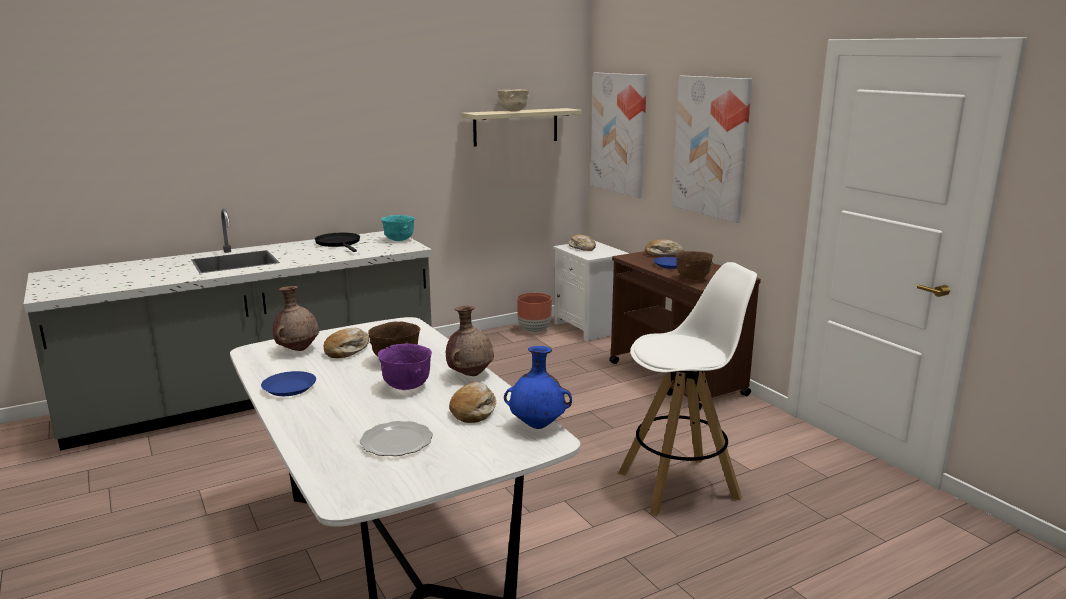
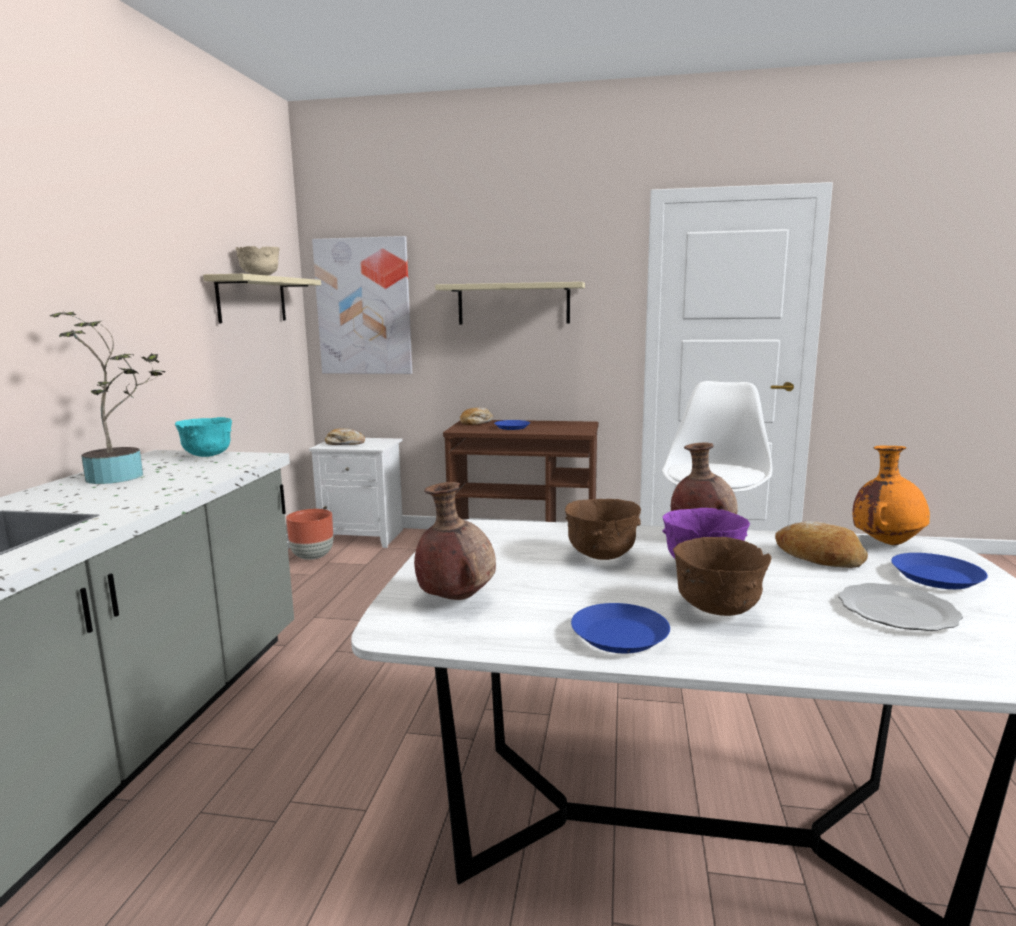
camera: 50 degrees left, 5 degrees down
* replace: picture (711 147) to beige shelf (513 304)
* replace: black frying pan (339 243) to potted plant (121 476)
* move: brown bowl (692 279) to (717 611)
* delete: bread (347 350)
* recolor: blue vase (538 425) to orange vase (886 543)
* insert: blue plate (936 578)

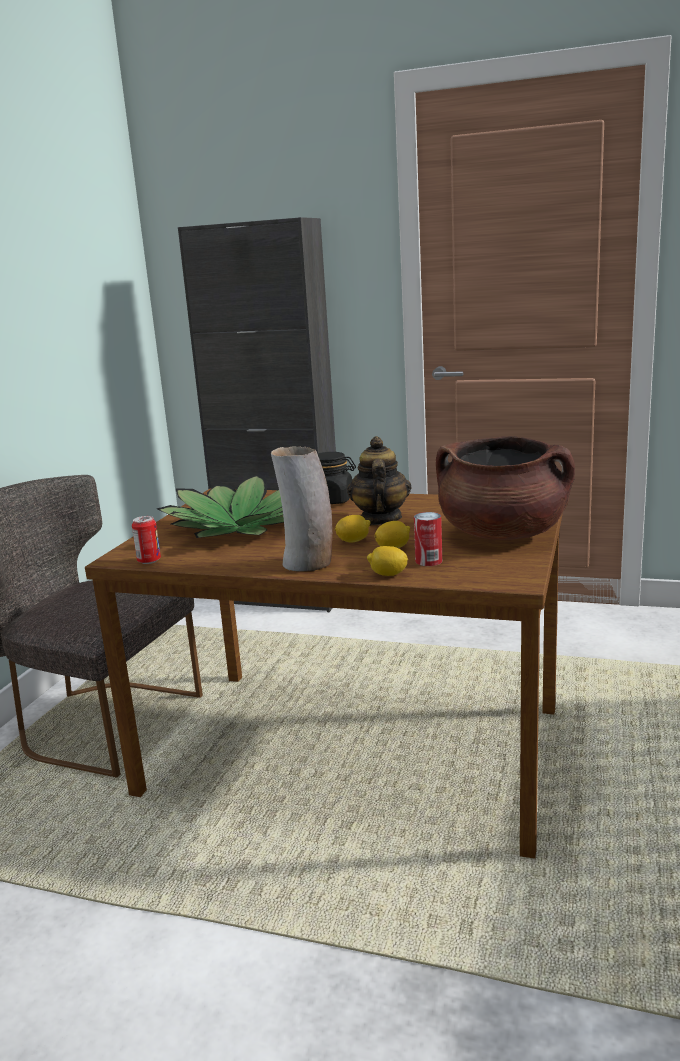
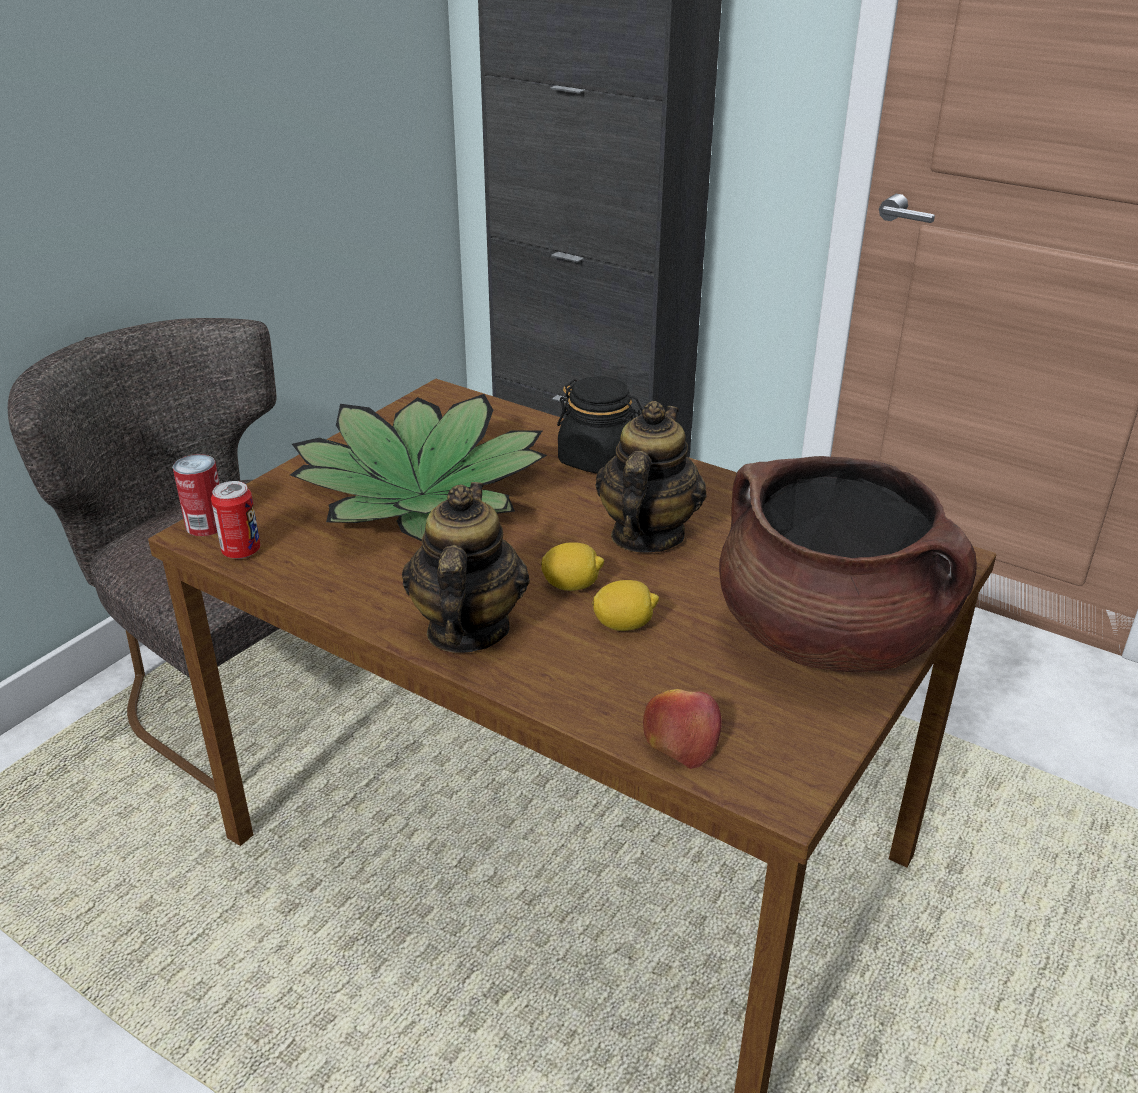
camera: 15 degrees right, 15 degrees up
* replace: vase (308 564) to teapot (466 630)
* move: can (428 561) to (206 525)
* delete: lemon (388 574)
* insert: apple (680 739)

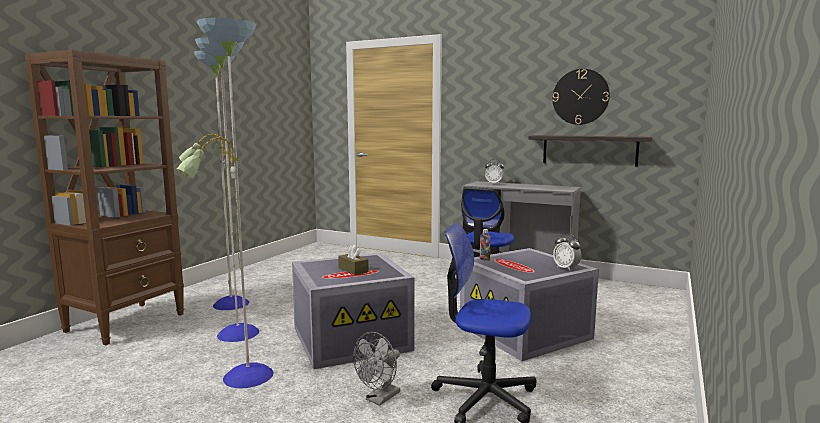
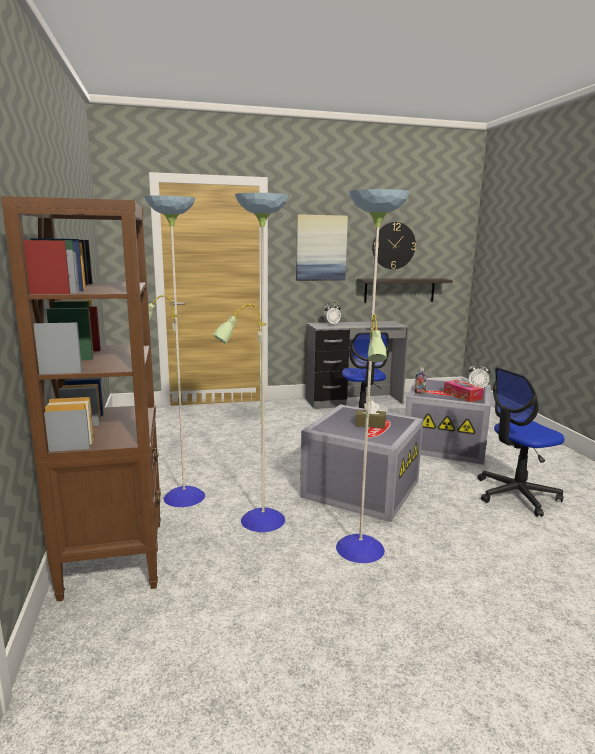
camera: 40 degrees left, 5 degrees up
* delete: grey fan (379 399)
* insert: picture (321 248)
* insert: tissue box (462 396)

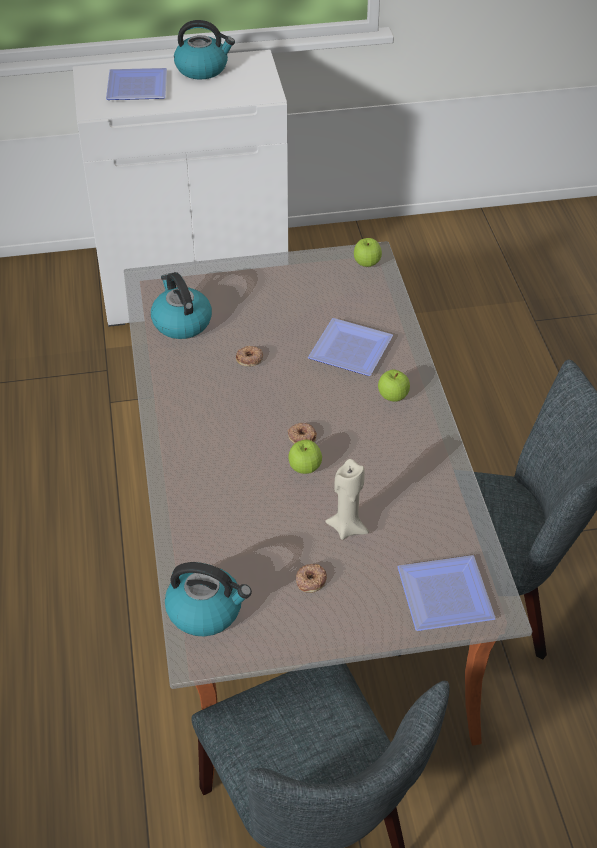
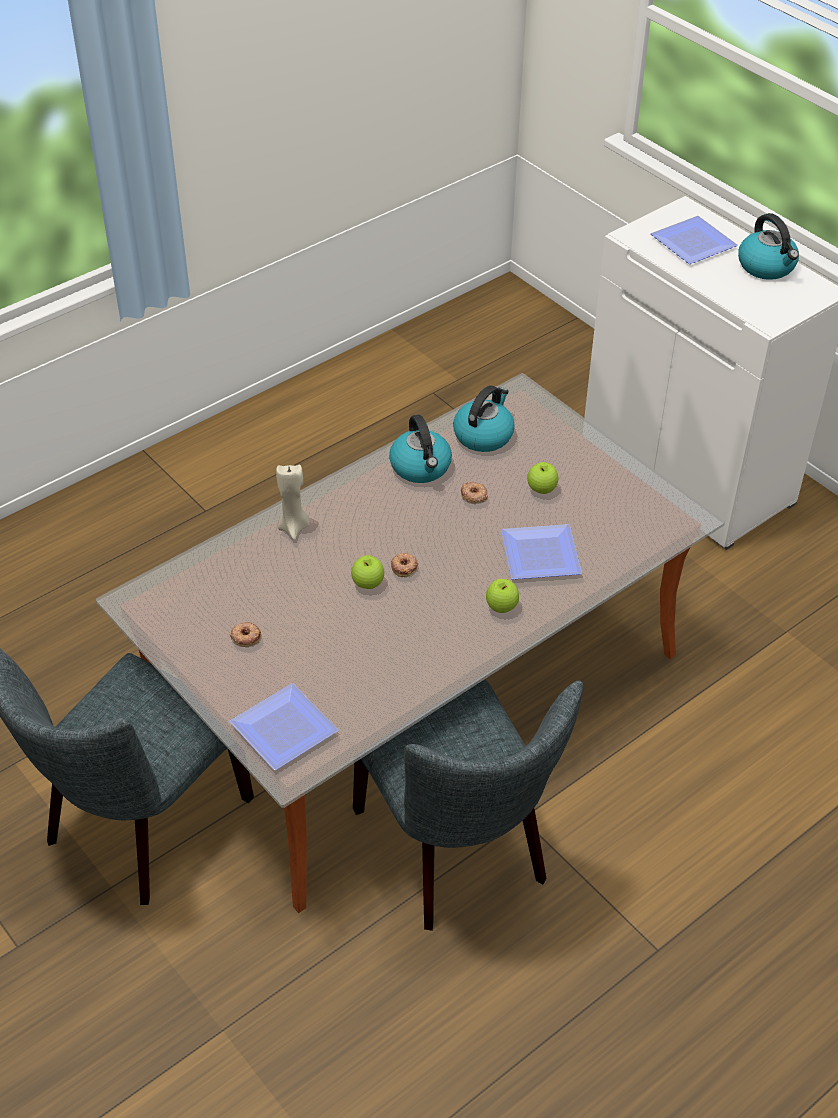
camera: 60 degrees right, 0 degrees up
* move: apple (367 263) to (541 489)
* move: beige candle (347 527) to (294 528)
* move: kettle (206 610) to (421 467)

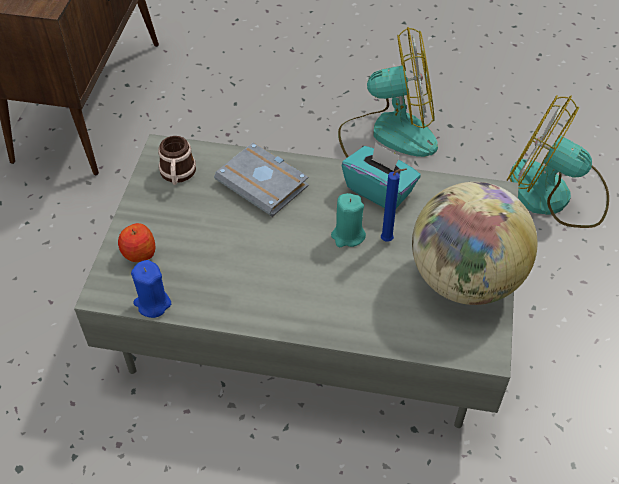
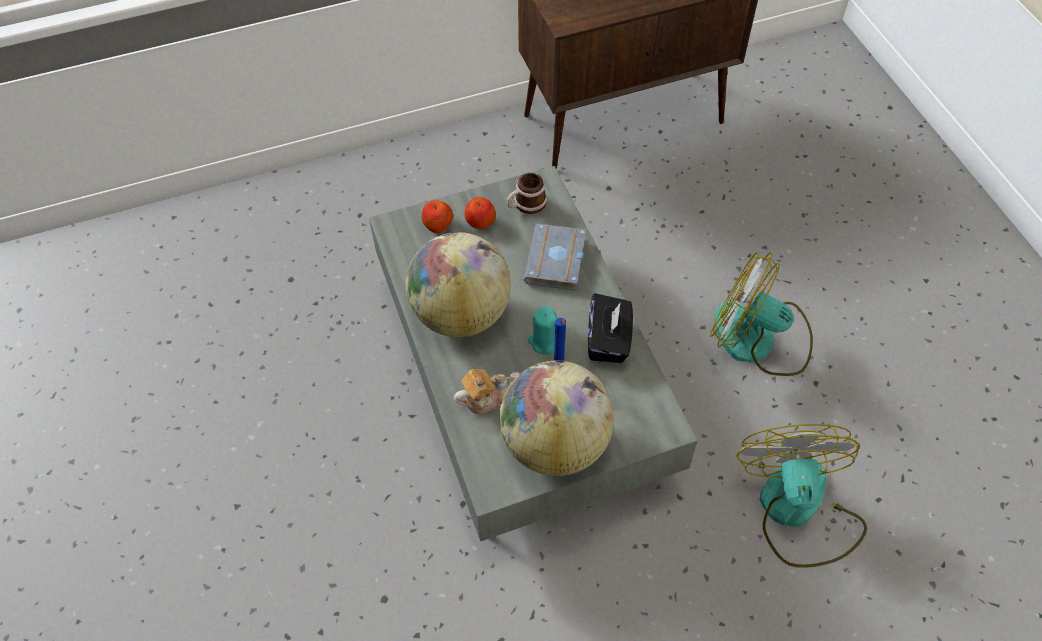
camera: 60 degrees right, 5 degrees up
* rotate: fan (388 136) = (758 340) 150 degrees clockwise
* recolor: turquoise tissue box (379 190) to black tissue box (608 341)
* delete: blue candle (152 303)
* insert: apple (480 222)
* insert: globe (461 313)
* insert: teapot (487 398)

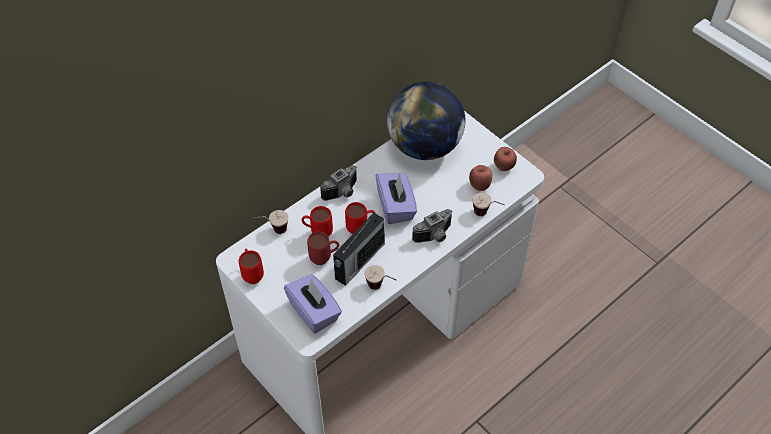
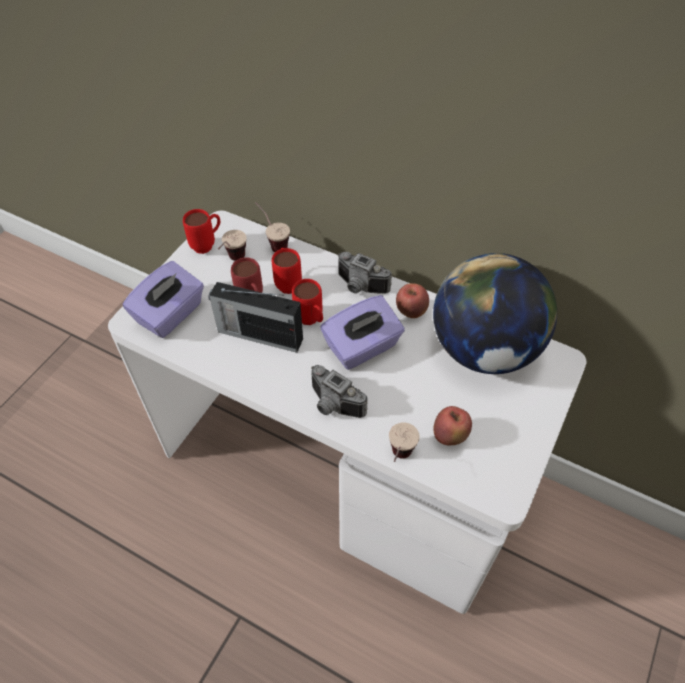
camera: 70 degrees right, 0 degrees up
* move: apple (503 167) to (411 312)
* move: cup (381 288) to (233 262)

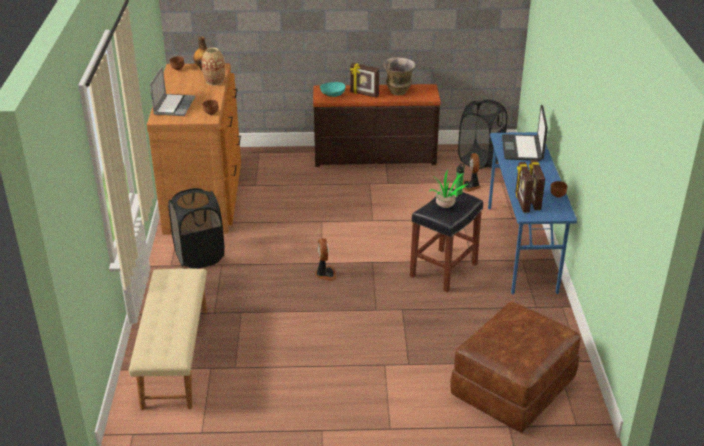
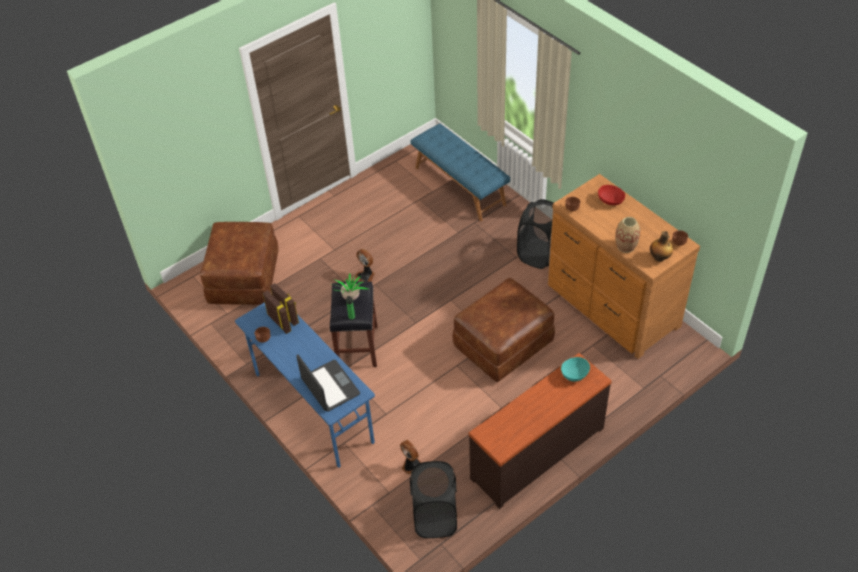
camera: 145 degrees right, 15 degrees up
* delete: vase (398 92)
* delete: picture frame (364 94)
* replace: laptop (174 106) to red bowl (610 201)
* move: fan (325 274) to (366 276)
* recolor: beige bench (174 357) to blue bench (460 185)
* insert: brown ottoman (503 345)

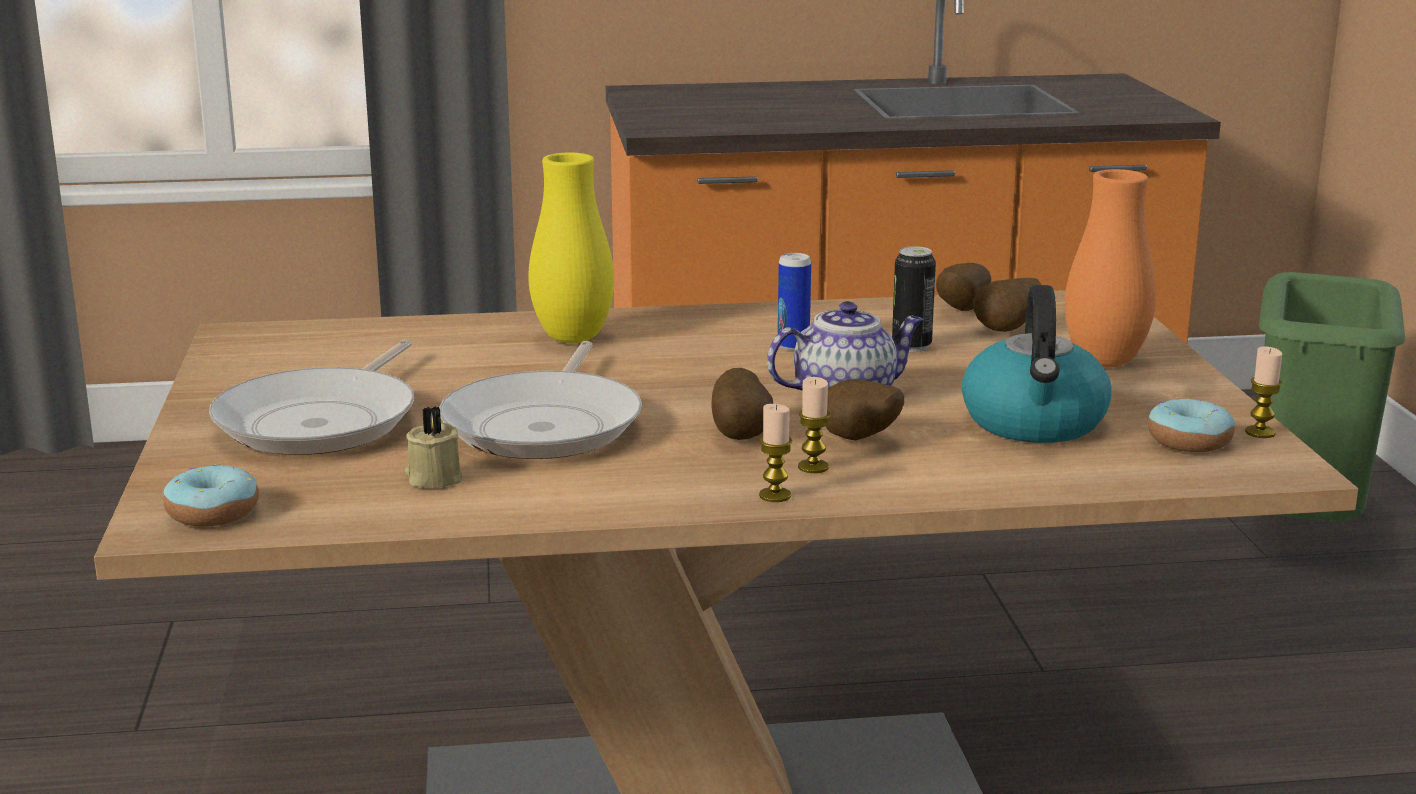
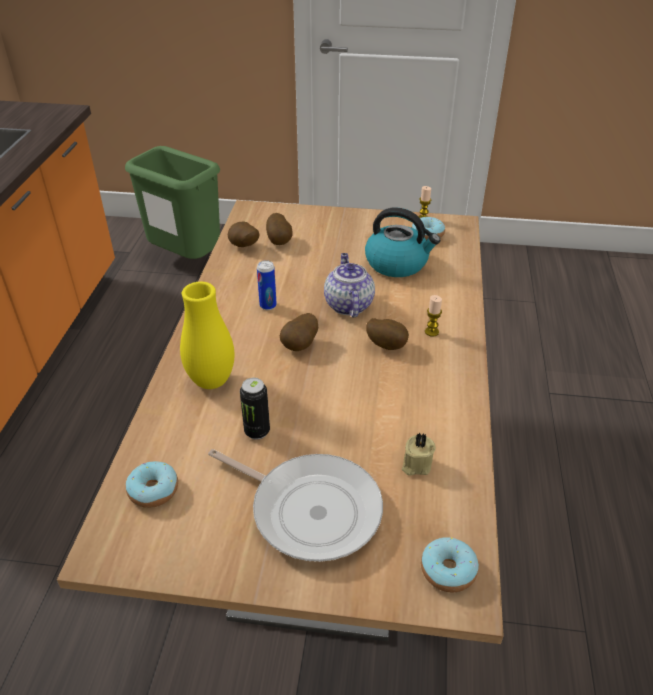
camera: 75 degrees left, 20 degrees up
* delete: orange vase (1104 362)
* move: can (911 346) to (257 431)
* delete: frying pan (546 425)
* move: potato (858 440) to (300 346)
* delete: candle (775 495)
* insert: donut (153 490)

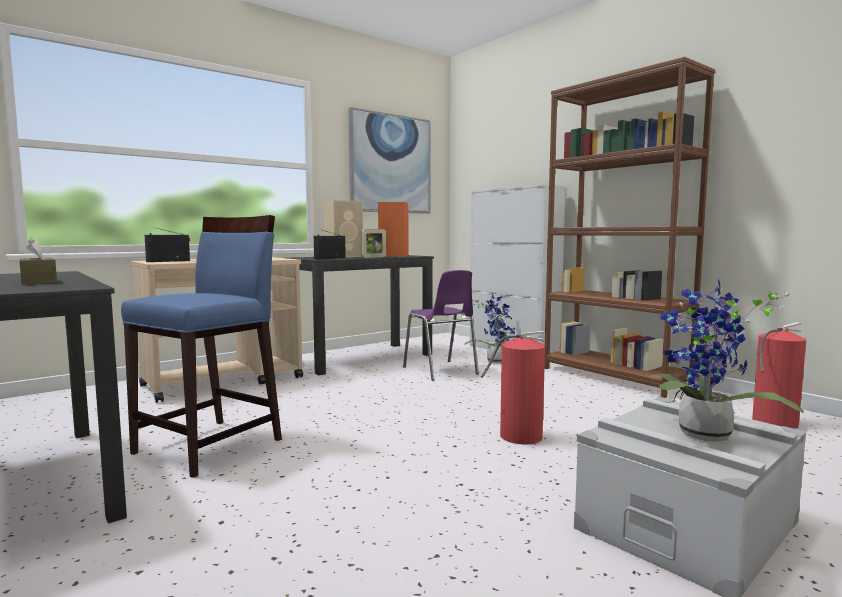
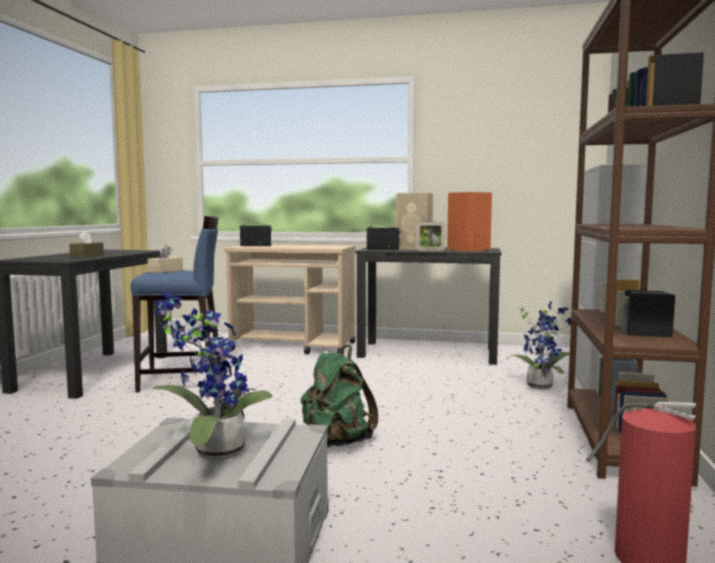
camera: 50 degrees right, 0 degrees up
* delete: picture (390 164)
* delete: purple chair (441 371)
* replace: fire extinguisher (518 436) to green backpack (336 443)
* insert: beige tissue box (165 271)

